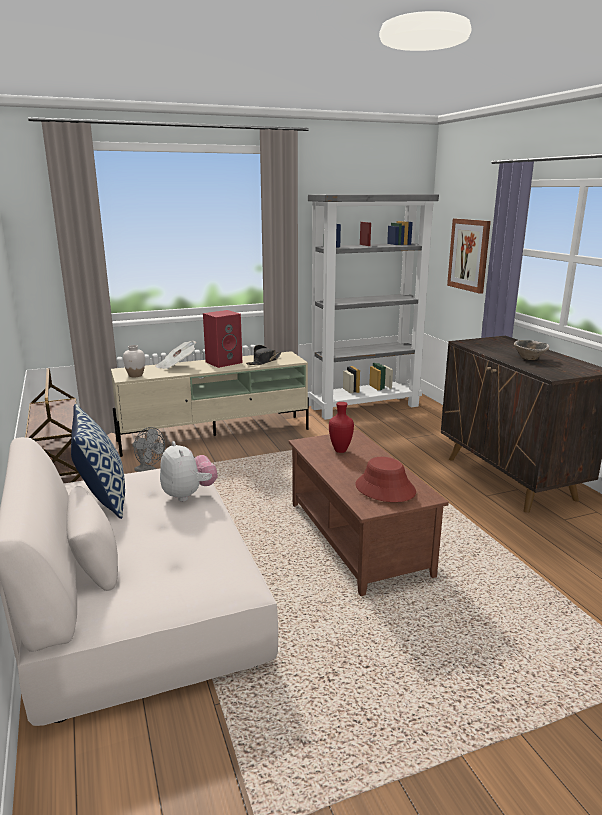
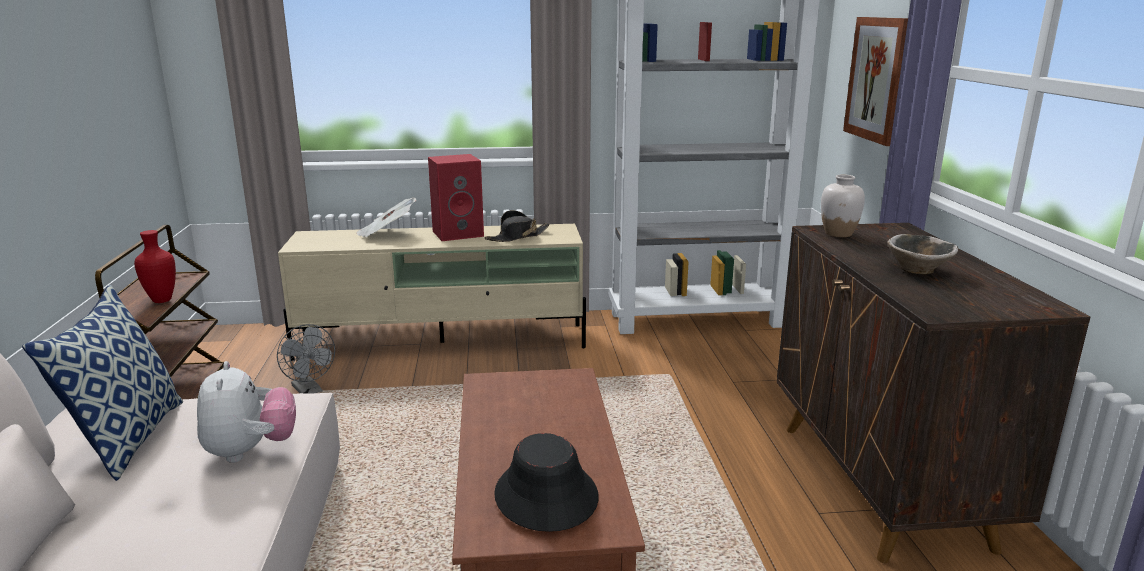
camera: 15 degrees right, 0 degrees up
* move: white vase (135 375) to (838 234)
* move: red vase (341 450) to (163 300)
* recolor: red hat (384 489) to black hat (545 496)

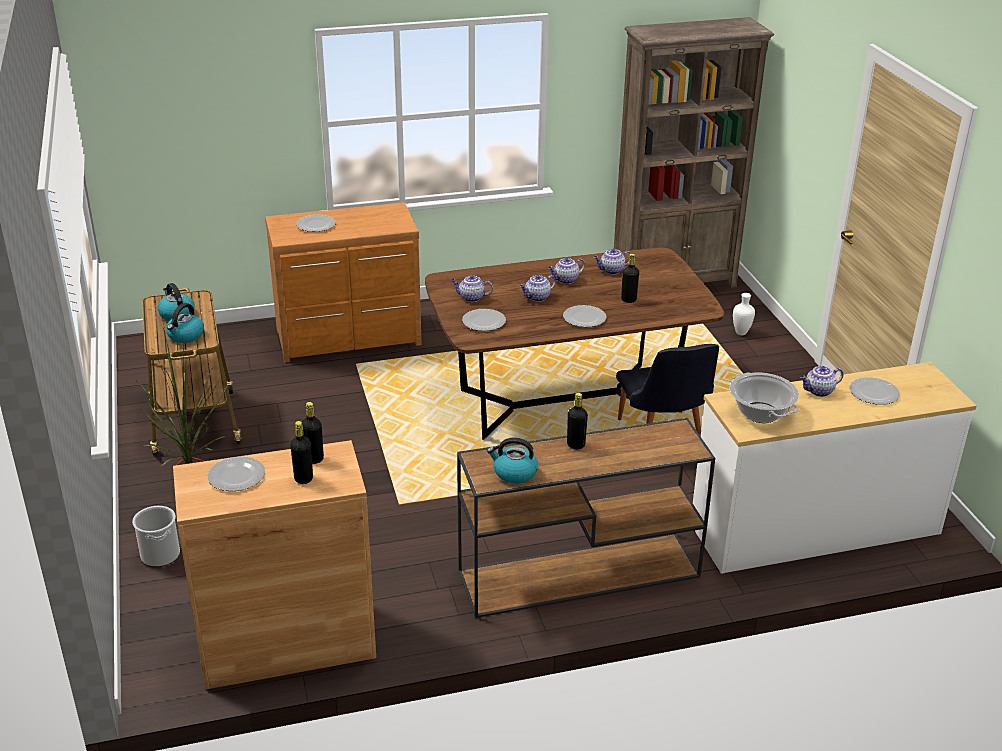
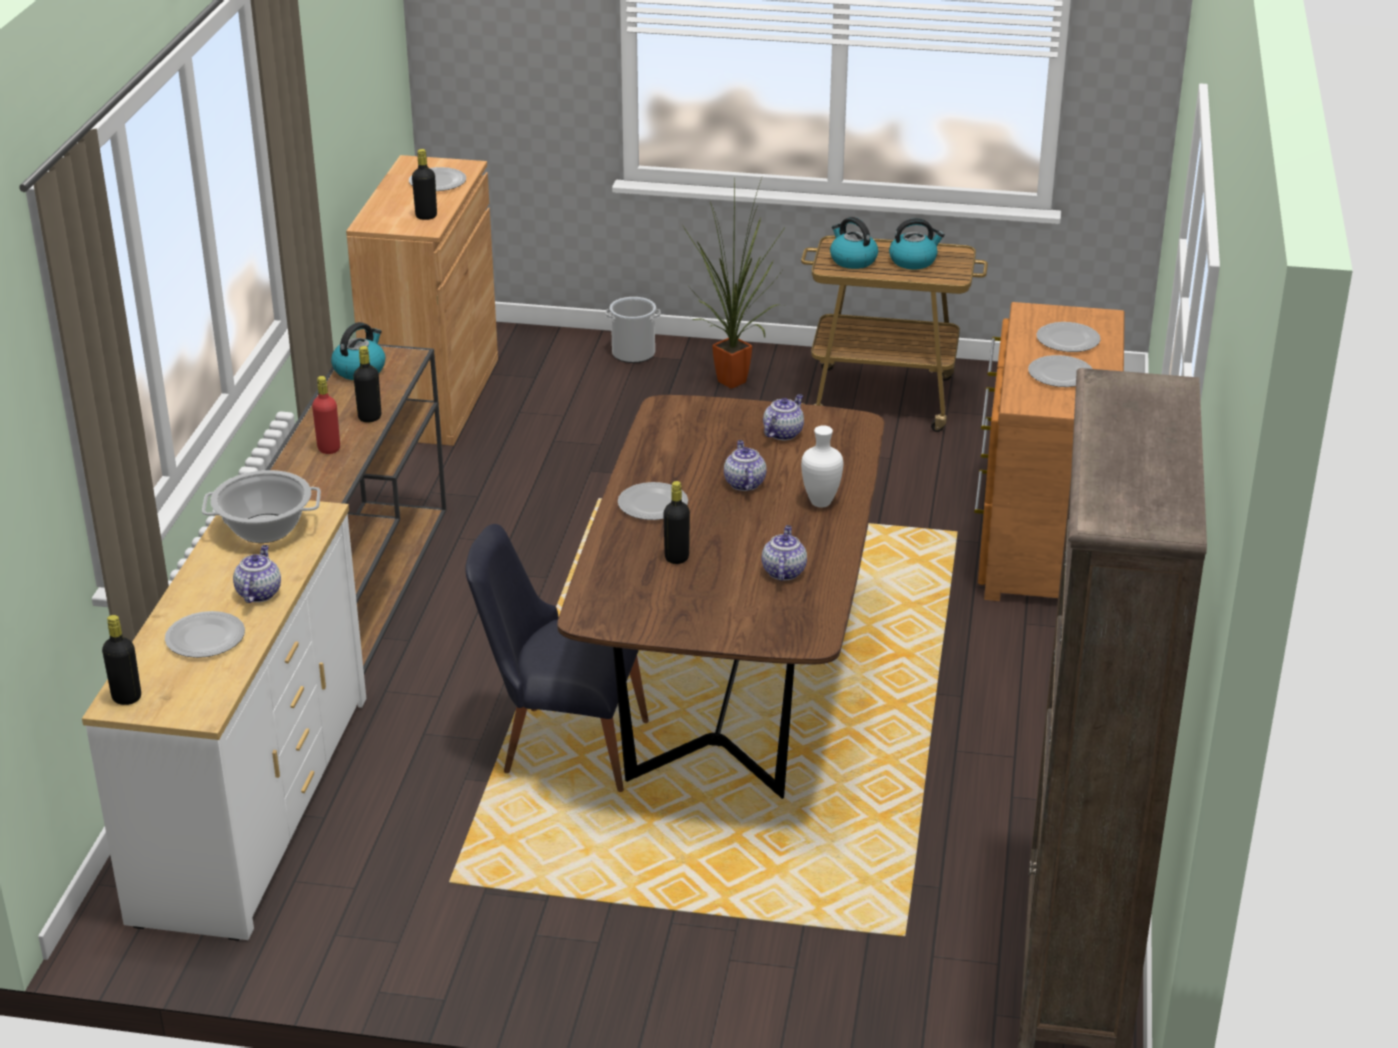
camera: 115 degrees right, 0 degrees up
* delete: teapot (565 280)
* move: white vase (741 333) to (819 502)
* move: plate (484 322) to (1059 374)
* move: black bottle (303 478) to (126 697)
* insert: red bottle (329 448)

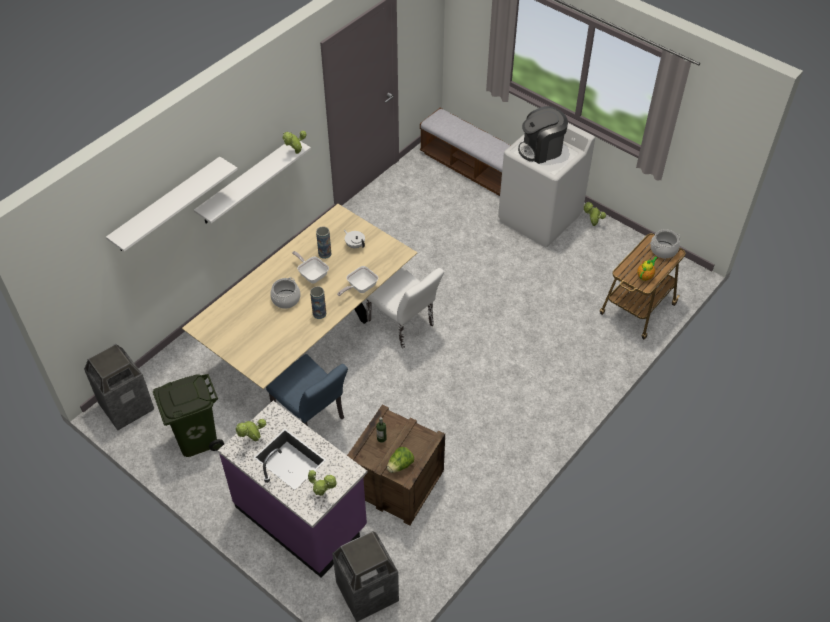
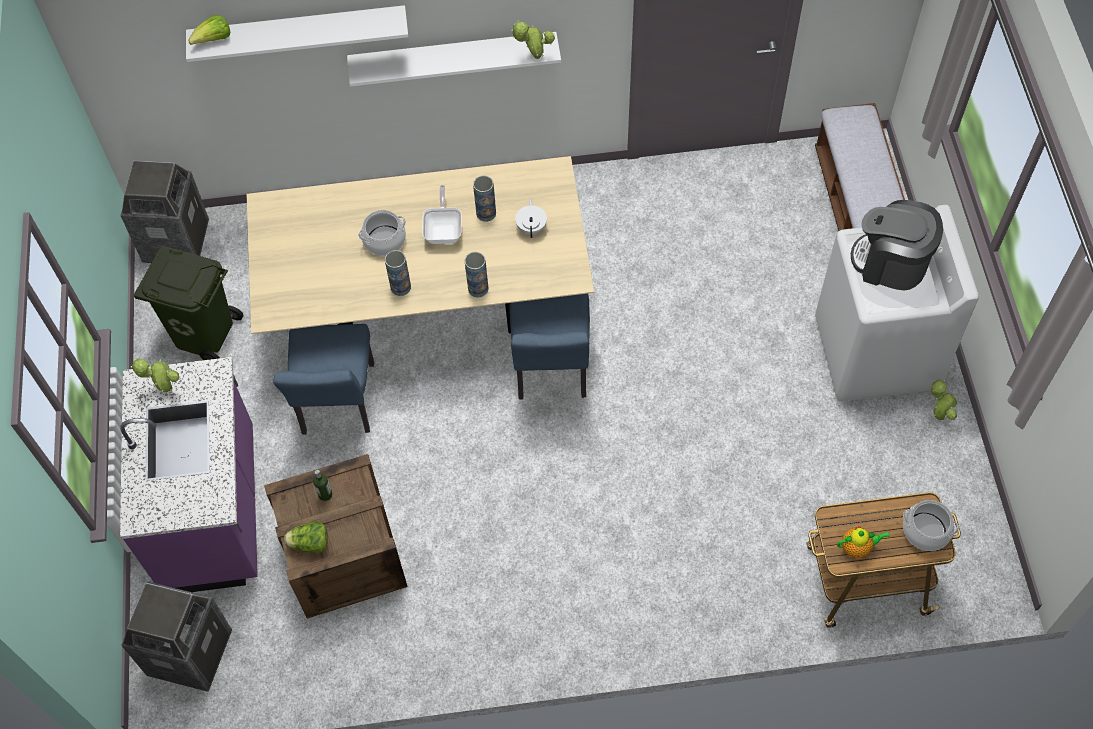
camera: 45 degrees right, 10 degrees up
* replace: frying pan (360 288) to vase (478 288)
* recolor: white chair (404 325) to blue chair (551 371)
* delete: potted plant (323 494)
* insert: lettuce (214 40)

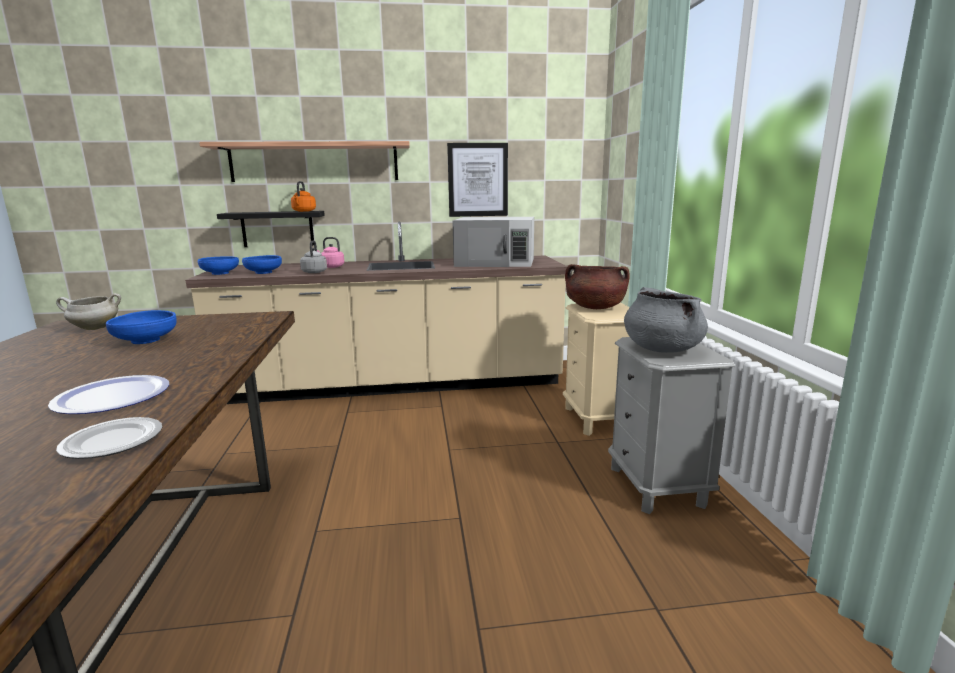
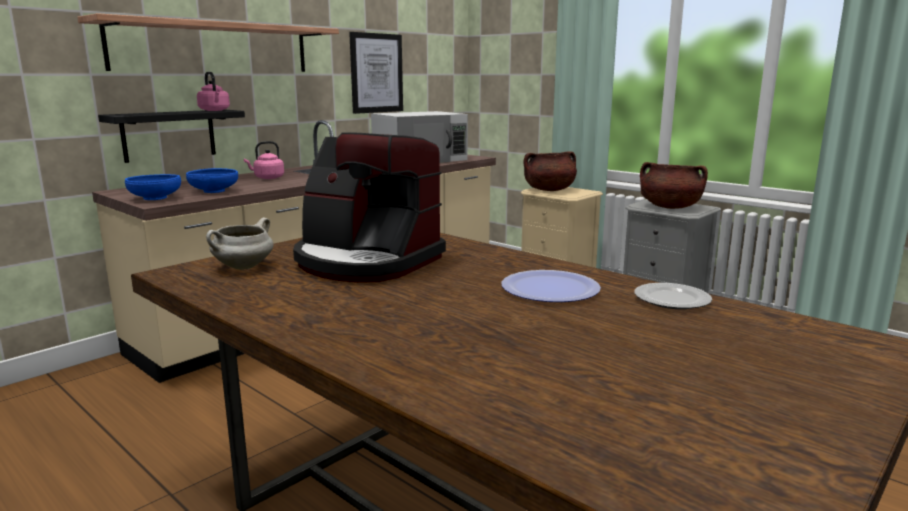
camera: 40 degrees left, 0 degrees up
* recolor: orange kettle (303 211) to pink kettle (214 110)
* delete: grey kettle (315 272)
* recolor: grey cooking pot (661 349) to brown cooking pot (670 207)
* replace: blue bowl (146 340) to coffee machine (366 261)

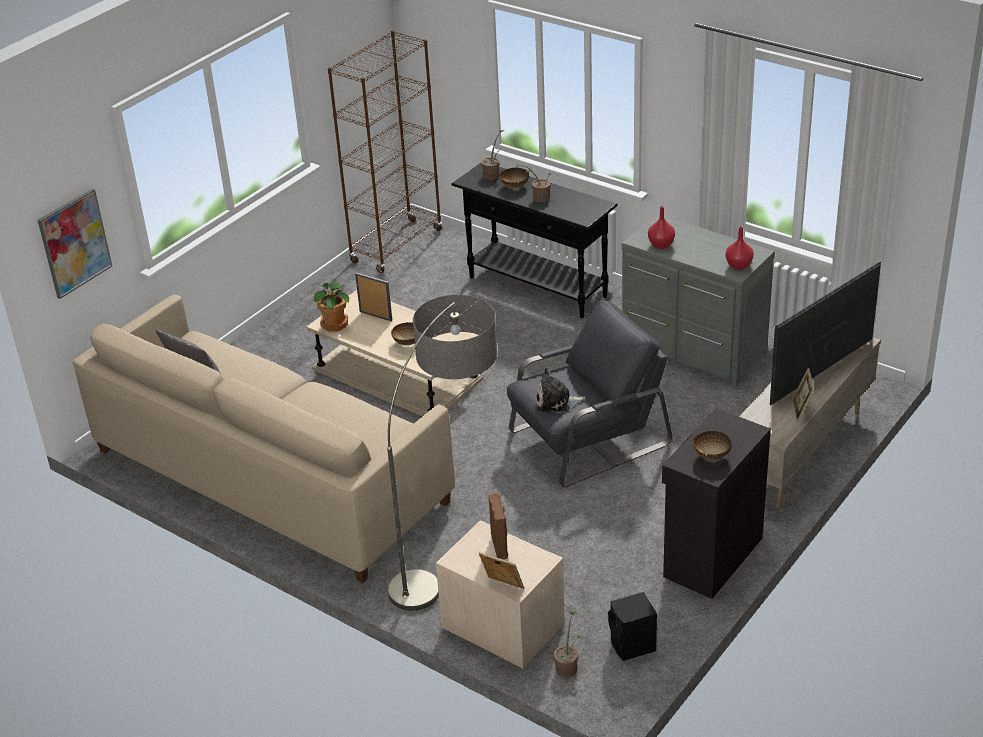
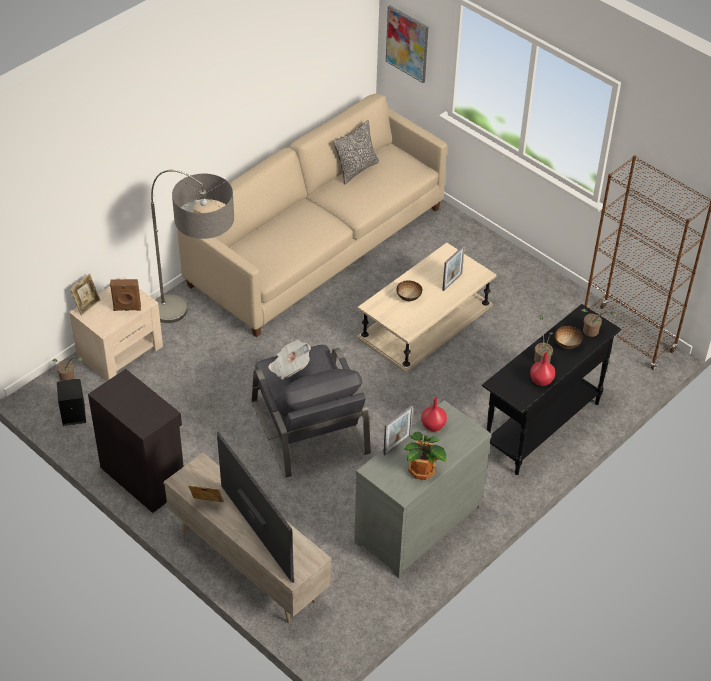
camera: 95 degrees right, 10 degrees up
* move: red vase (739 265) to (541 381)
* move: potted plant (335 324) to (422 471)
* replace: plush toy (556 402) to newspaper (289 367)
* delete: bowl (711 455)
* insert: picture frame (397 445)

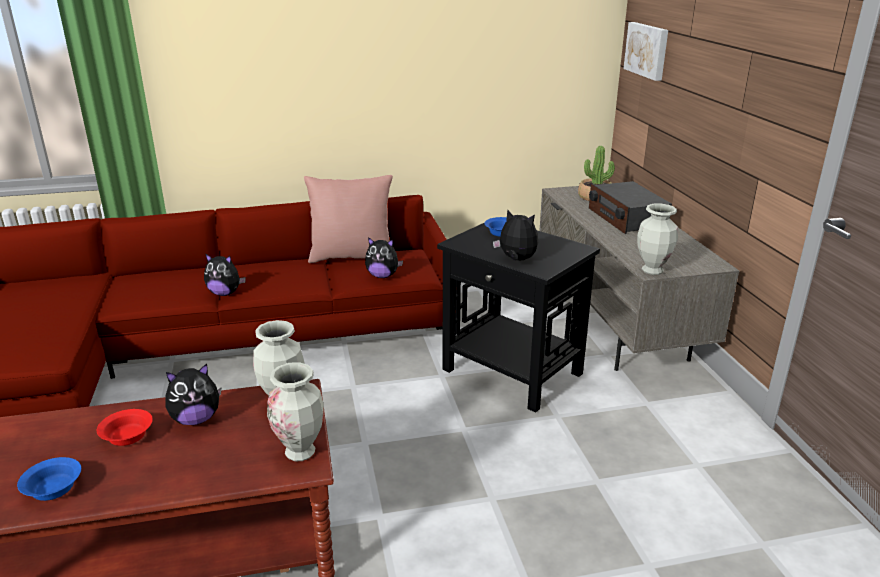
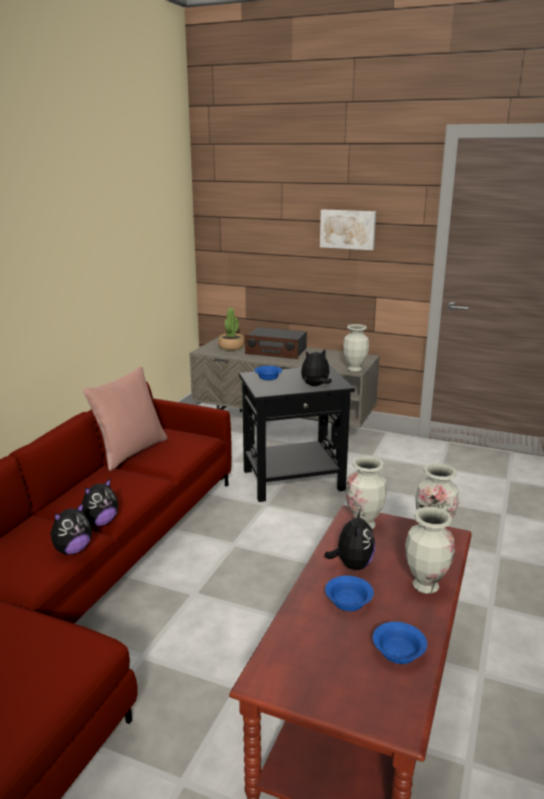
camera: 55 degrees left, 5 degrees down
* move: picture (647 50) to (348 229)
* move: plush toy (382 276) to (72 550)
* recolor: red bowl (126 437) to blue bowl (349 602)
* insert: vase (425 586)

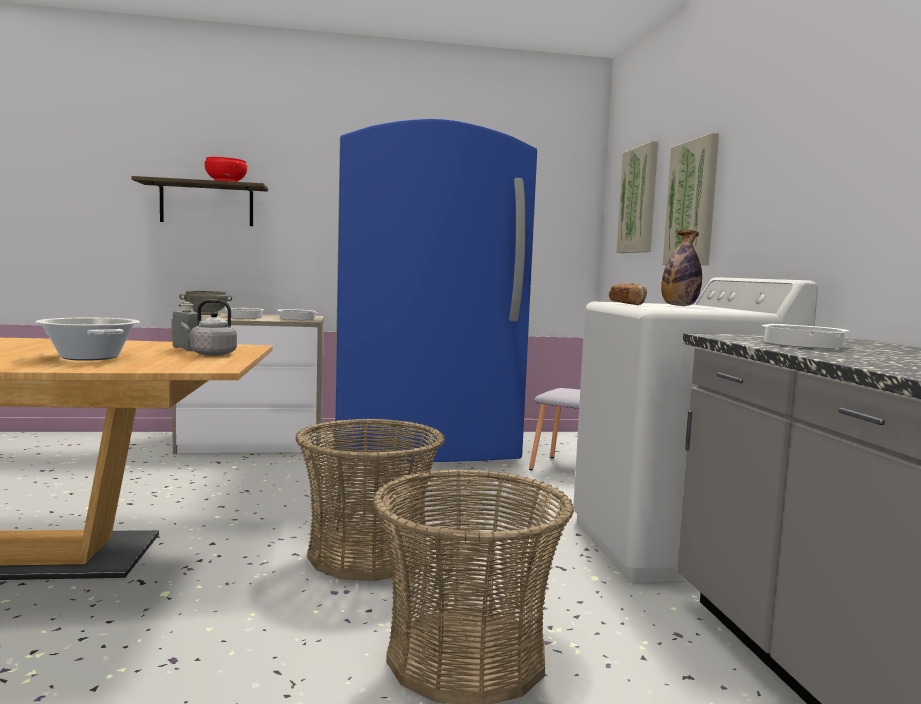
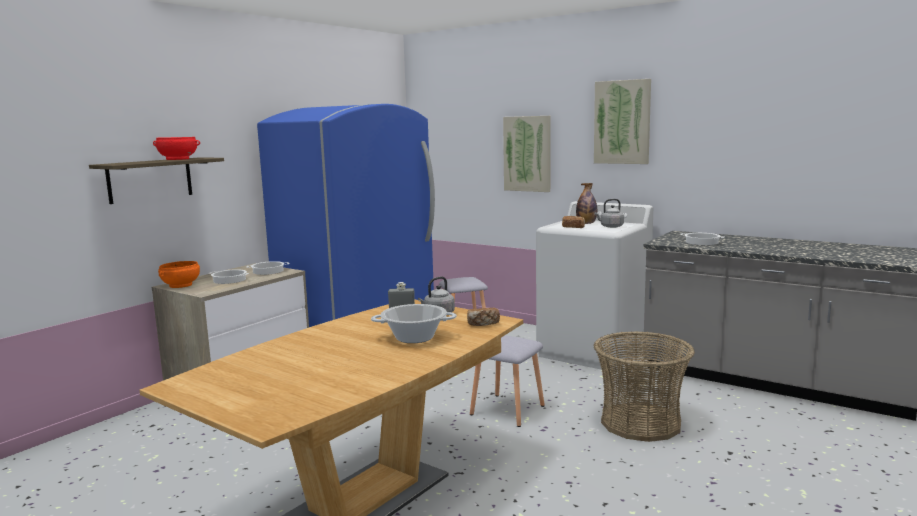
camera: 45 degrees left, 5 degrees up
* move: picture (639 200) to (622 122)
* recolor: grey bowl (205 314) to orange bowl (181 285)
* replace: basket (368 555) to grey stool (508 410)
* insert: grey kettle (610 227)
* insert: bread (483 324)

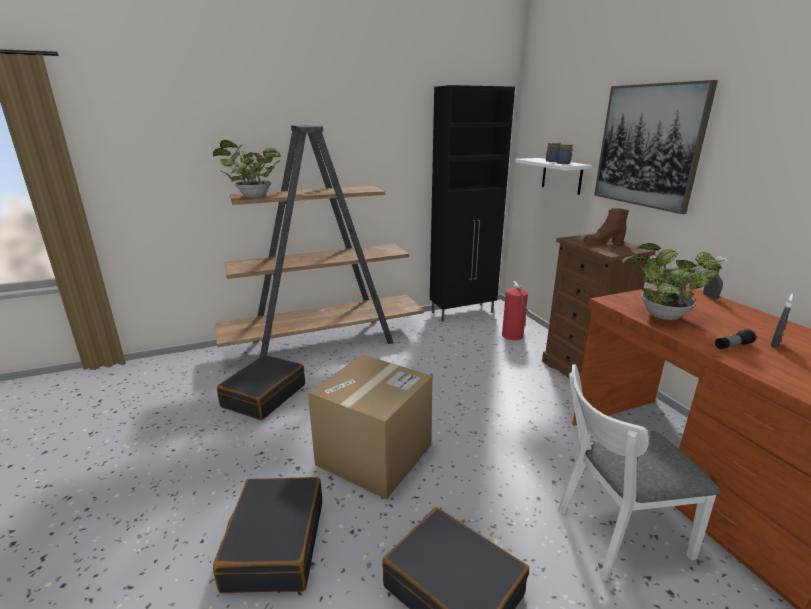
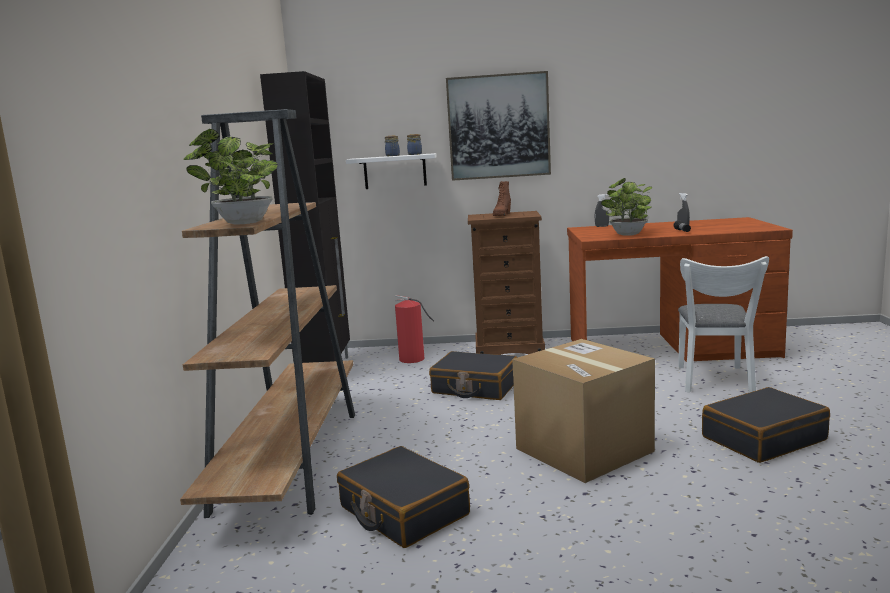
camera: 65 degrees left, 10 degrees down
* move: black suitcase (275 544) to (475 387)

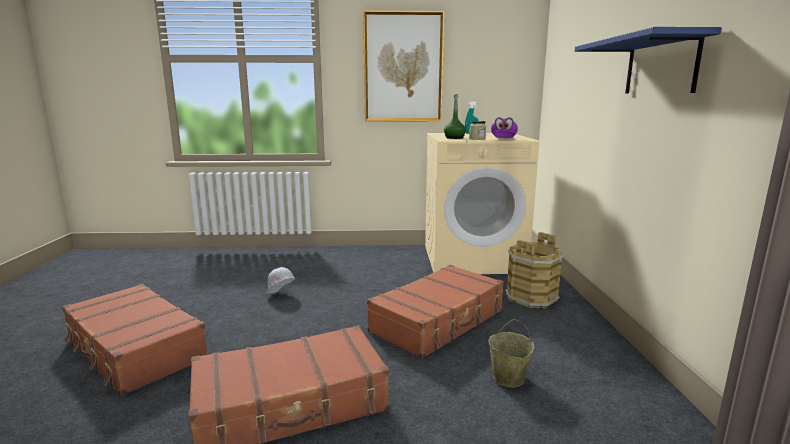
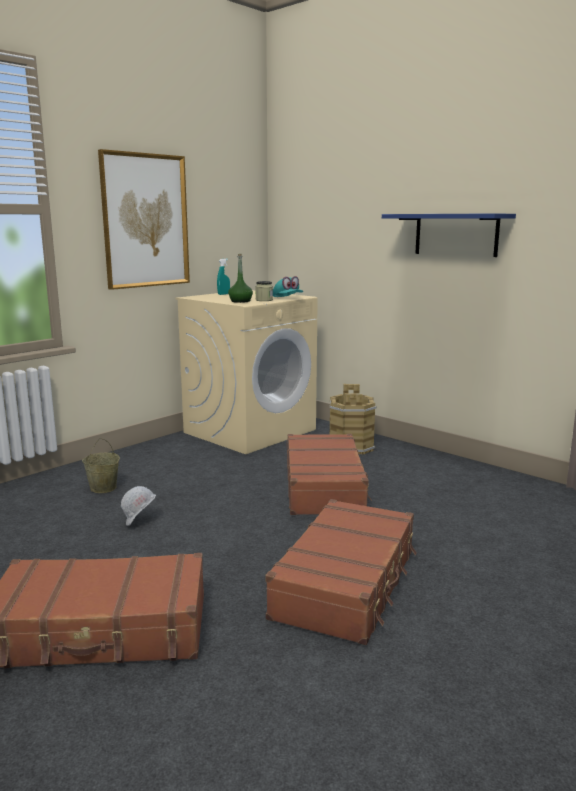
camera: 45 degrees left, 0 degrees up
* recolor: purple cap (503 139) to turquoise cap (287 298)
* move: beige bucket (508 378) to (103 488)

